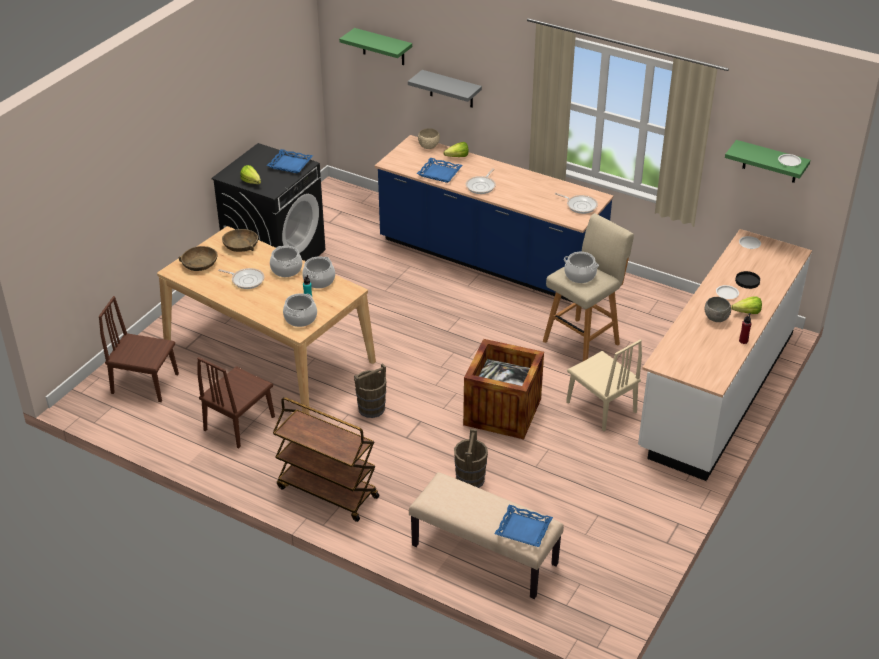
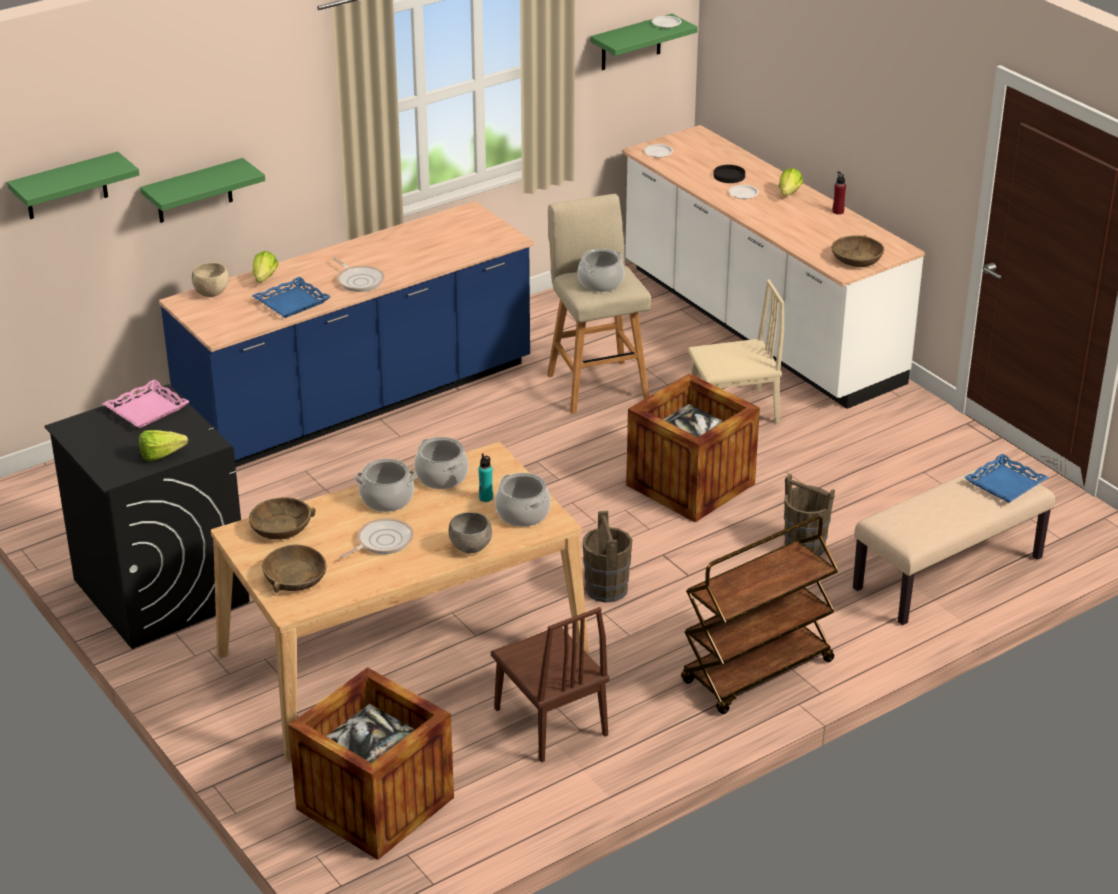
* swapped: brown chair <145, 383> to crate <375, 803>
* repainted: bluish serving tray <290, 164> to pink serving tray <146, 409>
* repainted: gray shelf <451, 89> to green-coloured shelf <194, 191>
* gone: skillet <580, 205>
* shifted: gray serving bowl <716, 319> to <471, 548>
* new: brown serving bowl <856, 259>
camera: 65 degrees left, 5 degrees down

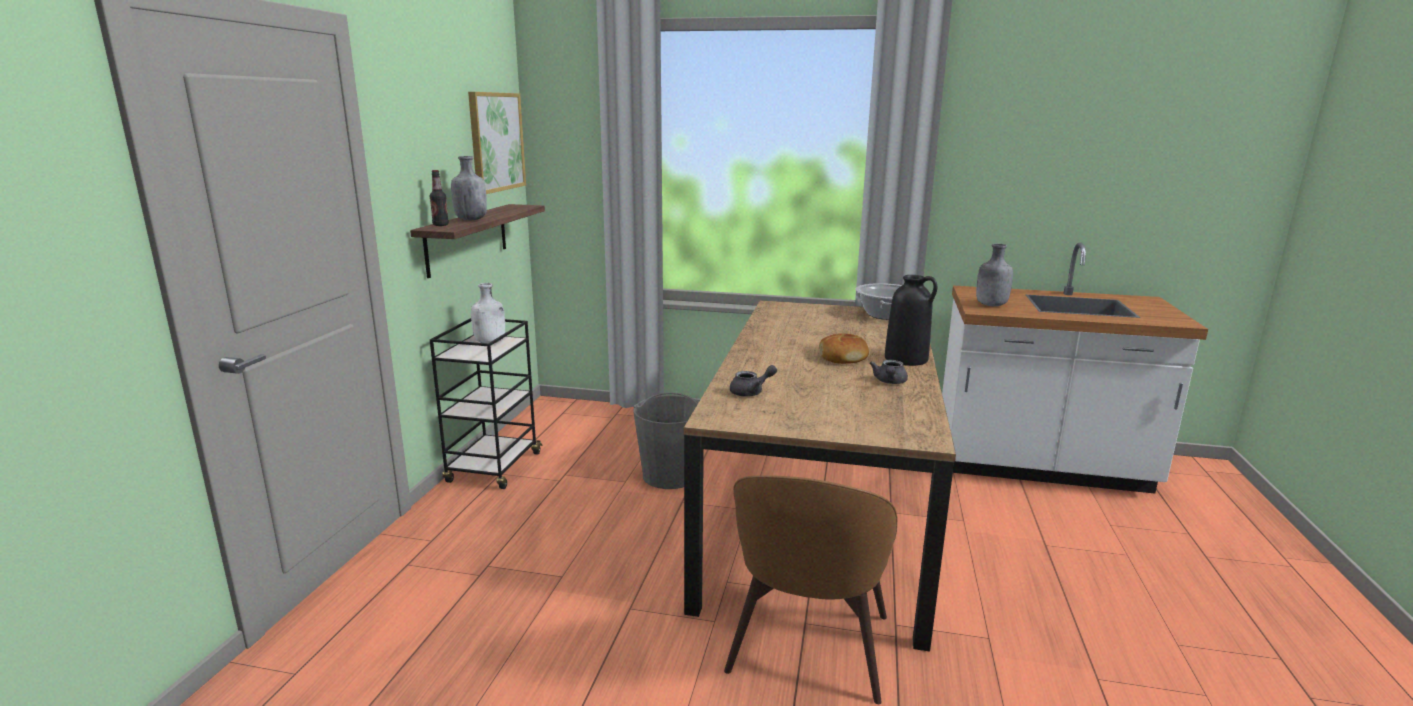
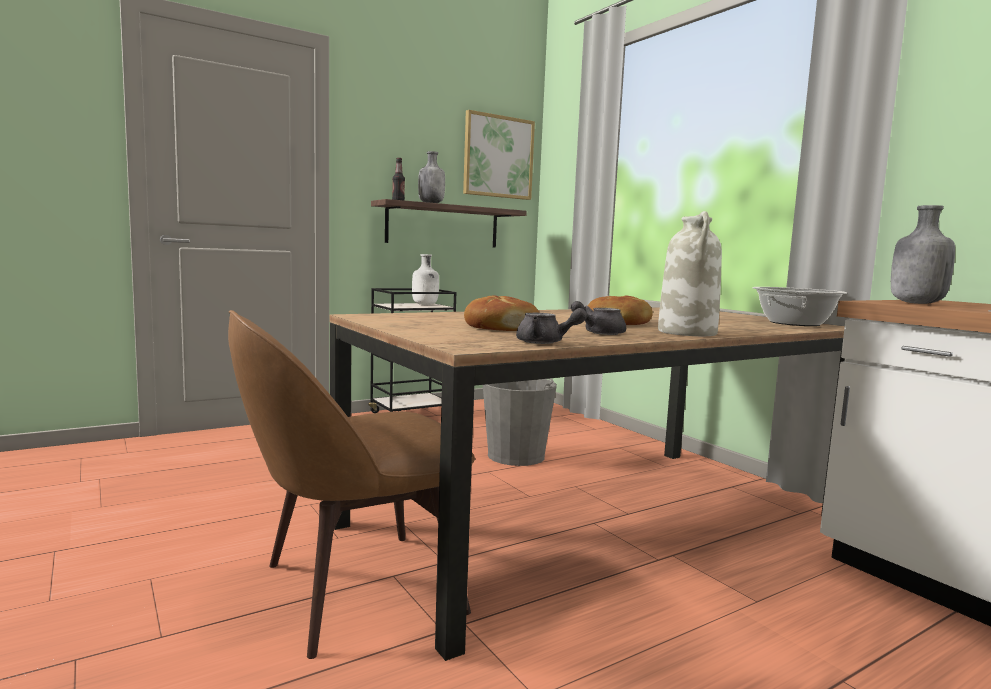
* shifted: gray pot for tea <751, 392> to <546, 343>
* repainted: black flower vase <907, 359> to white-coloured flower vase <688, 333>
* new: baked bread <500, 327>
camera: 45 degrees right, 10 degrees down

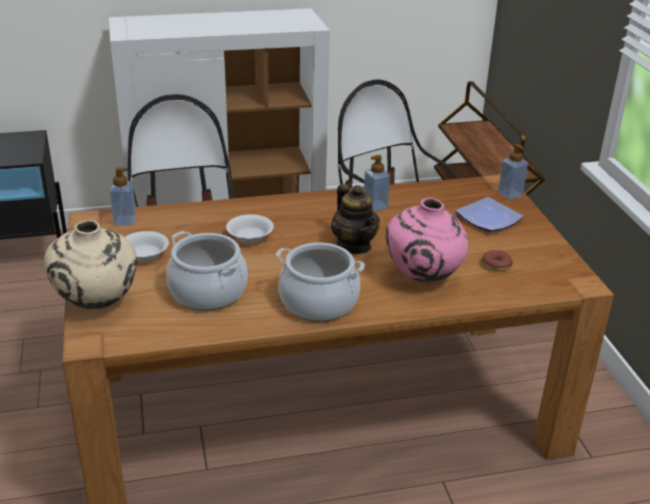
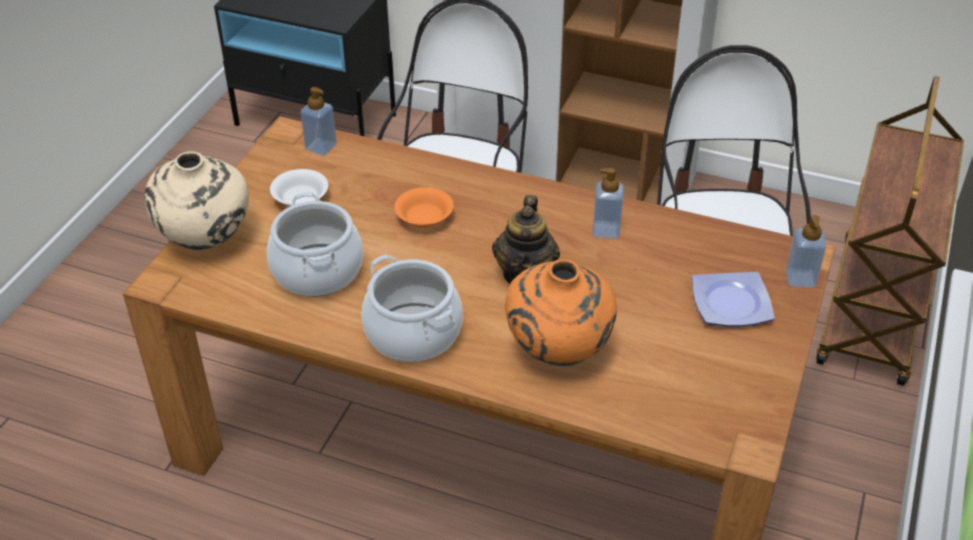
* repainted: white-coloured serving bowl <250, 237> to orange serving bowl <424, 218>
* repainted: pink flower vase <423, 278> to orange flower vase <559, 352>
* gone: donut <496, 265>
camera: 35 degrees right, 10 degrees up

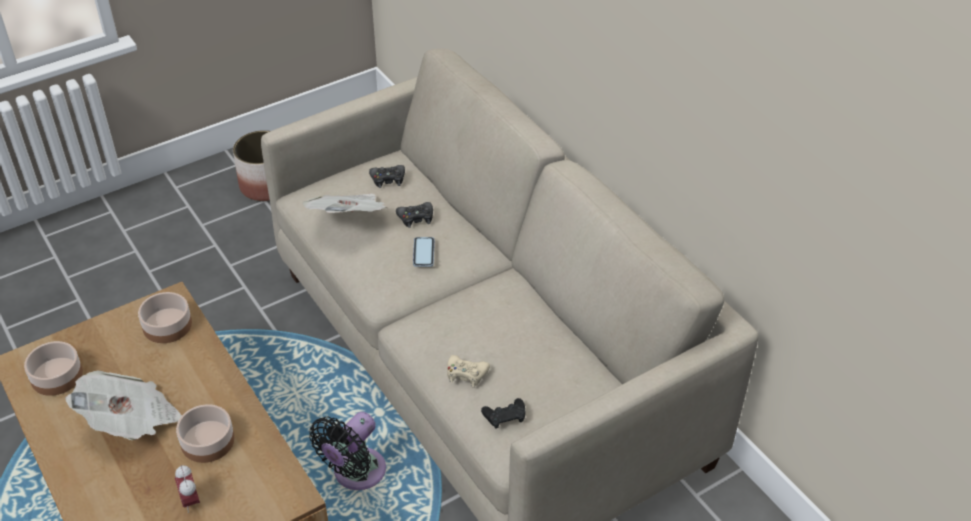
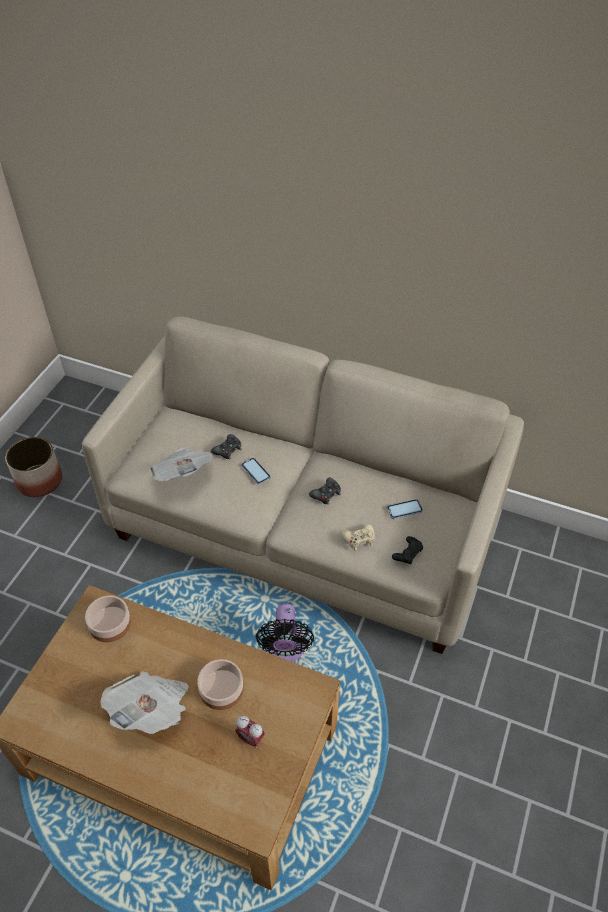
* gone: serving bowl <57, 376>
* shifted: black gamepad <388, 179> to <326, 494>
* new: phone <404, 510>
camera: 35 degrees left, 5 degrees up

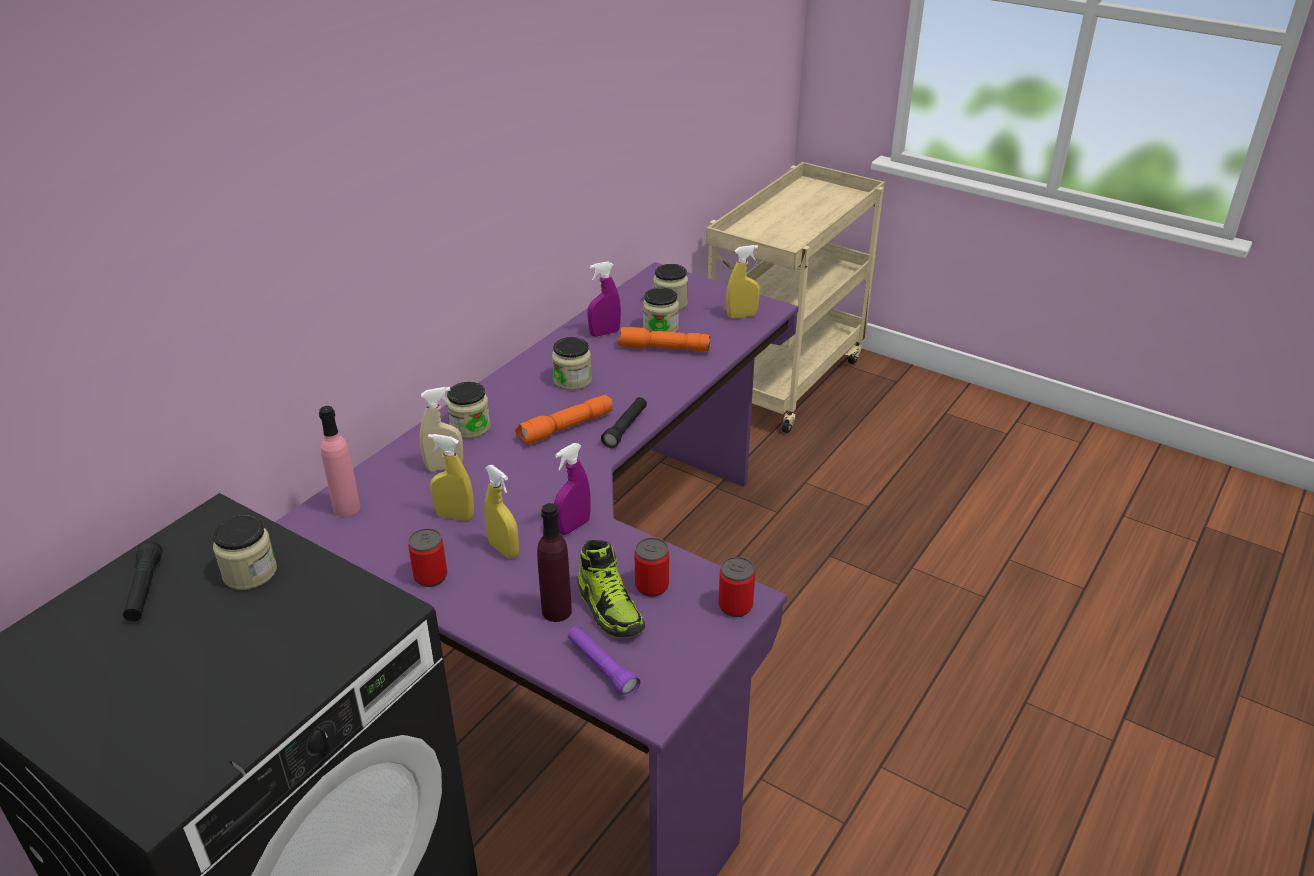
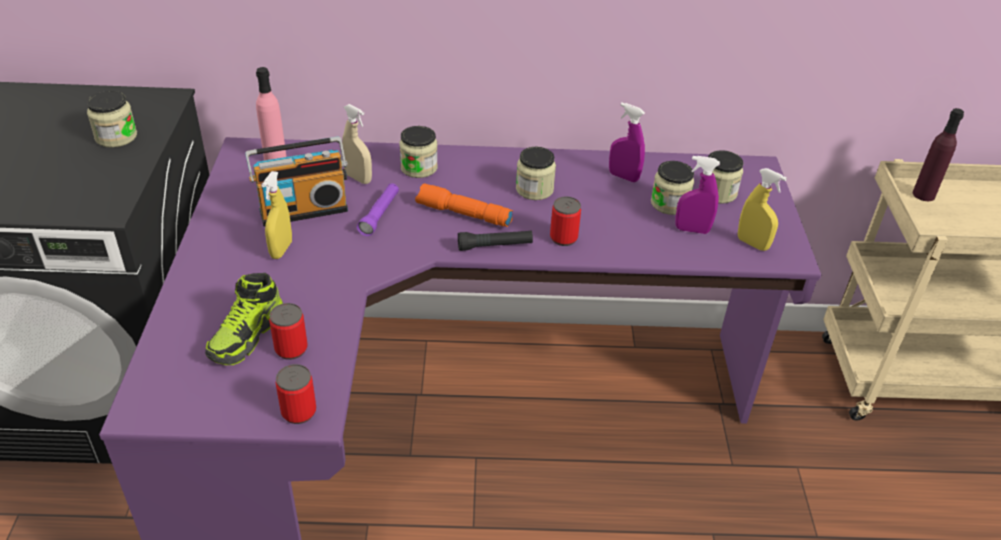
* gone: black torch <144, 590>
* shifted: metal can <430, 576> to <563, 238>
* swapped: yellowish sprayer <455, 516> to radio <303, 209>
* shifted: purplish bottle <556, 611> to <923, 194>
* shifted: purplish sprayer <573, 526> to <692, 230>
* shifted: purplish torch <602, 667> to <379, 215>
* gone: orange torch <663, 348>
camera: 55 degrees right, 5 degrees up

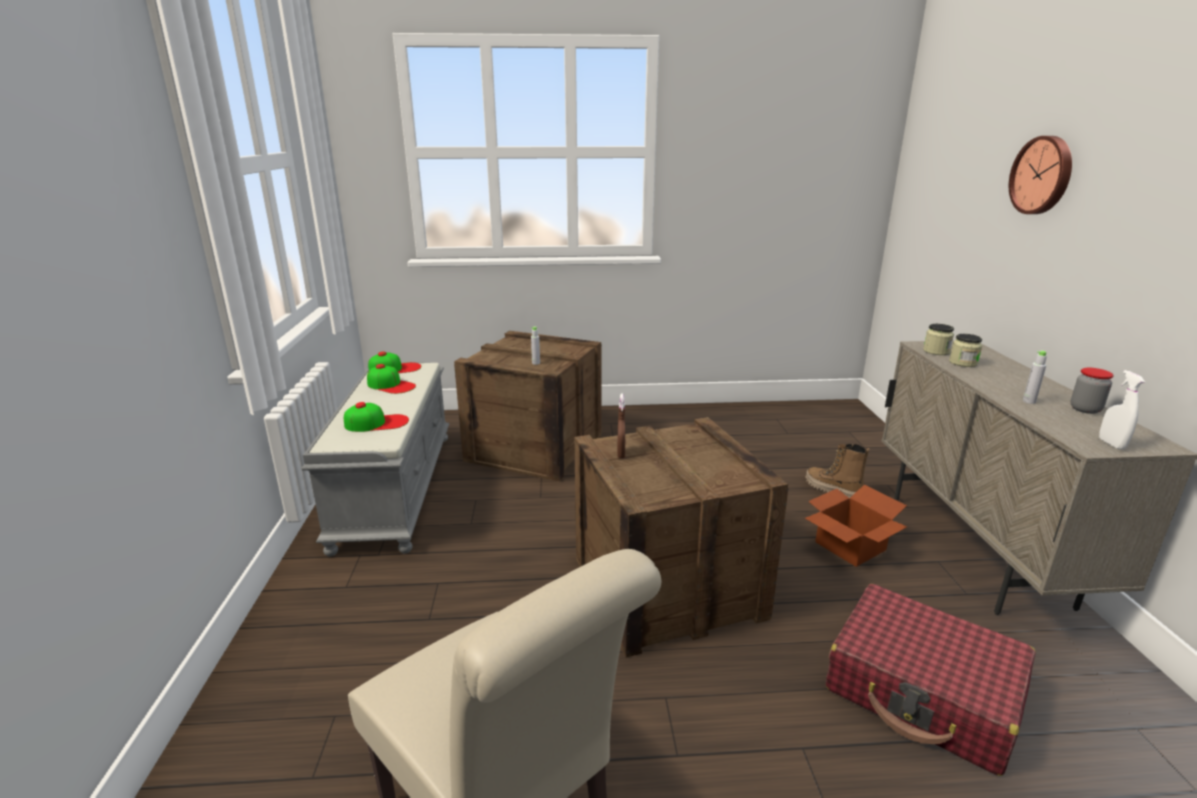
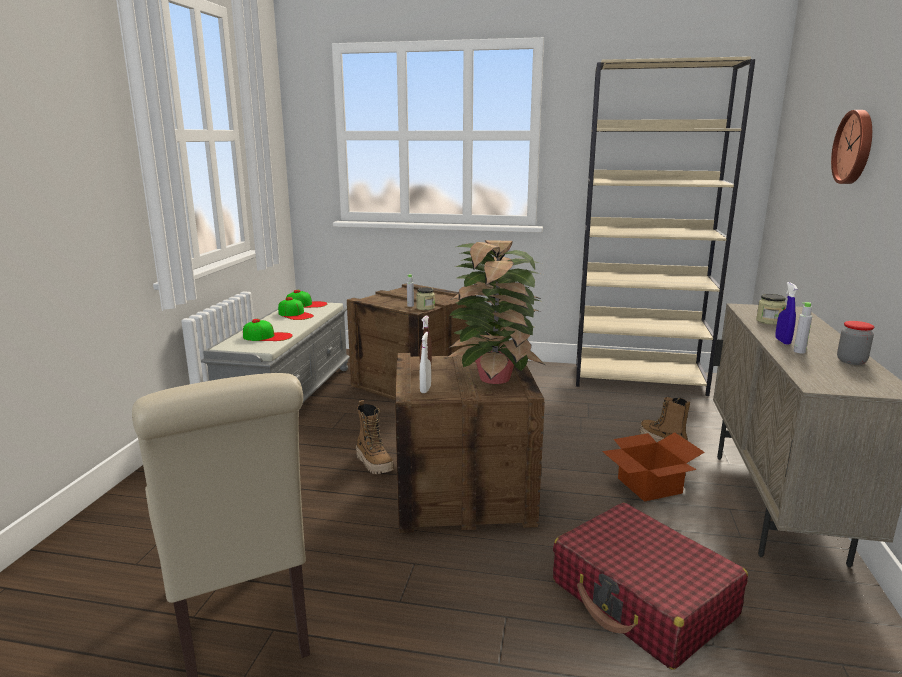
* shifted: jar <936, 351> to <425, 308>
* shifted: white-coloured sprayer <1111, 444> to <425, 389>
* new: boot <374, 463>
* new: houseplant <495, 377>
* new: beige bookshelf <639, 379>
* new: bluish sprayer <782, 341>
camera: 15 degrees right, 5 degrees down

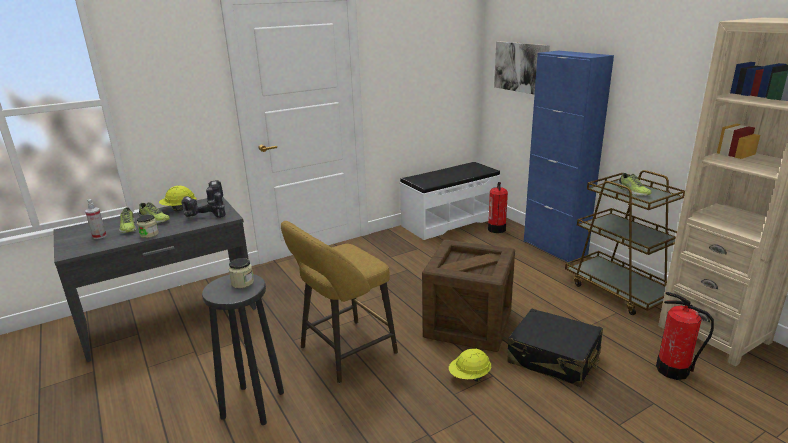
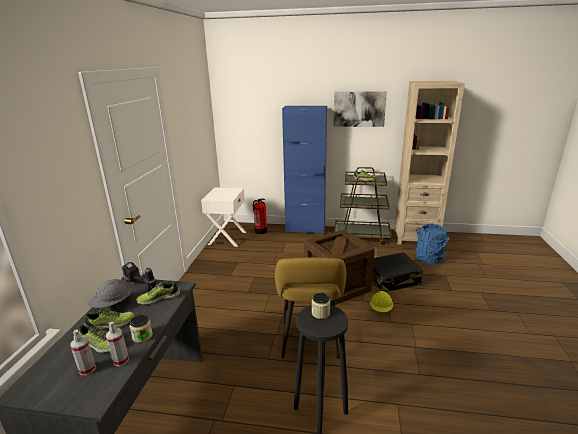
* repainted: yellowish work helmet <179, 209> to gray work helmet <112, 305>
* swapped: drill <204, 217> to item of footwear <159, 298>
* swapped: white-coloured bench <449, 221> to white-coloured night table <226, 238>
* shifted: wall picture <521, 67> to <359, 109>
* swapped: fire extinguisher <673, 370> to bluish water bucket <429, 259>
* new: sprayer <121, 360>
camera: 50 degrees left, 0 degrees up

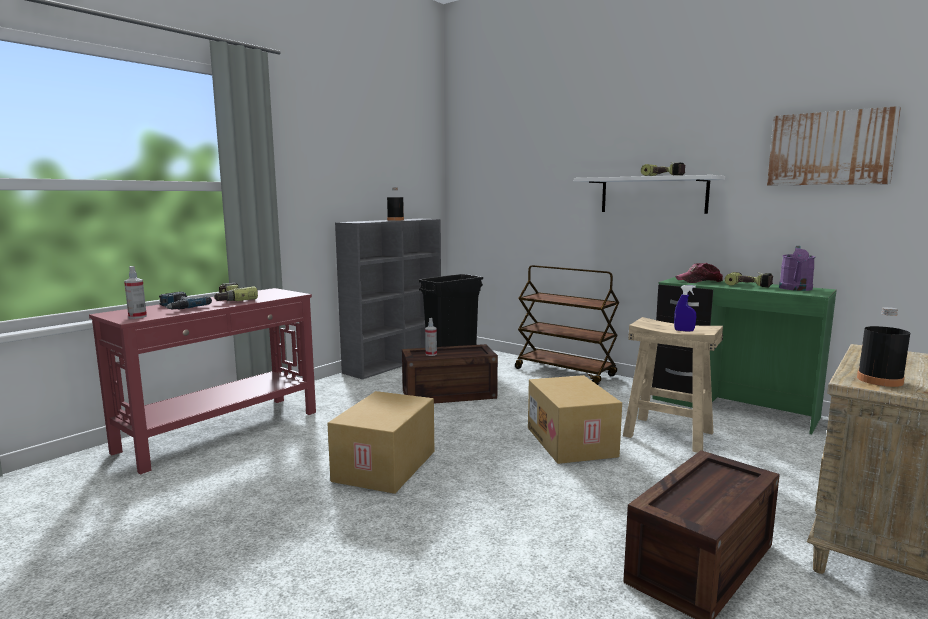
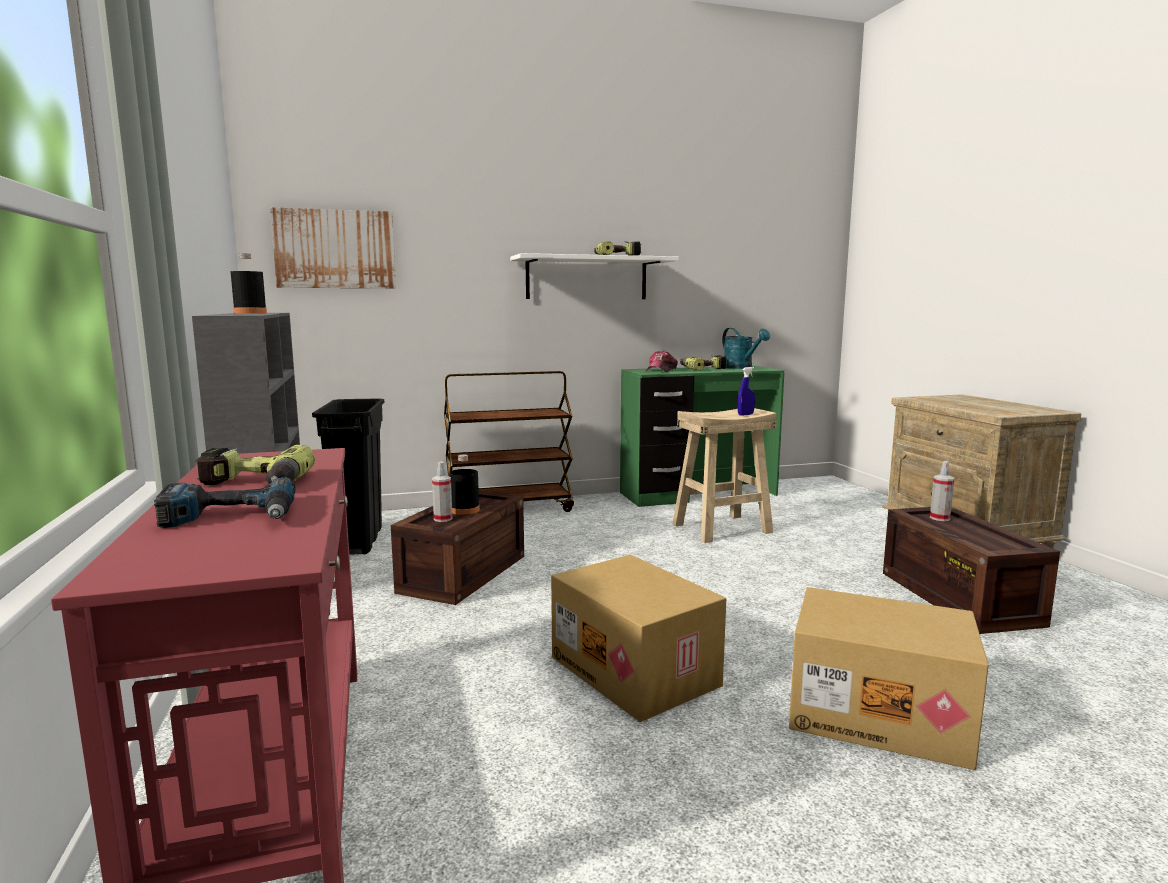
* shifted: sprayer <137, 317> to <939, 518>
* shifted: packing box <572, 442> to <880, 714>
* shifted: wall picture <830, 148> to <335, 249>
* repainted: purplish watering can <796, 289> to turquoise watering can <741, 368>
* shifted: black bottle <879, 380> to <464, 510>
camera: 55 degrees left, 0 degrees up

